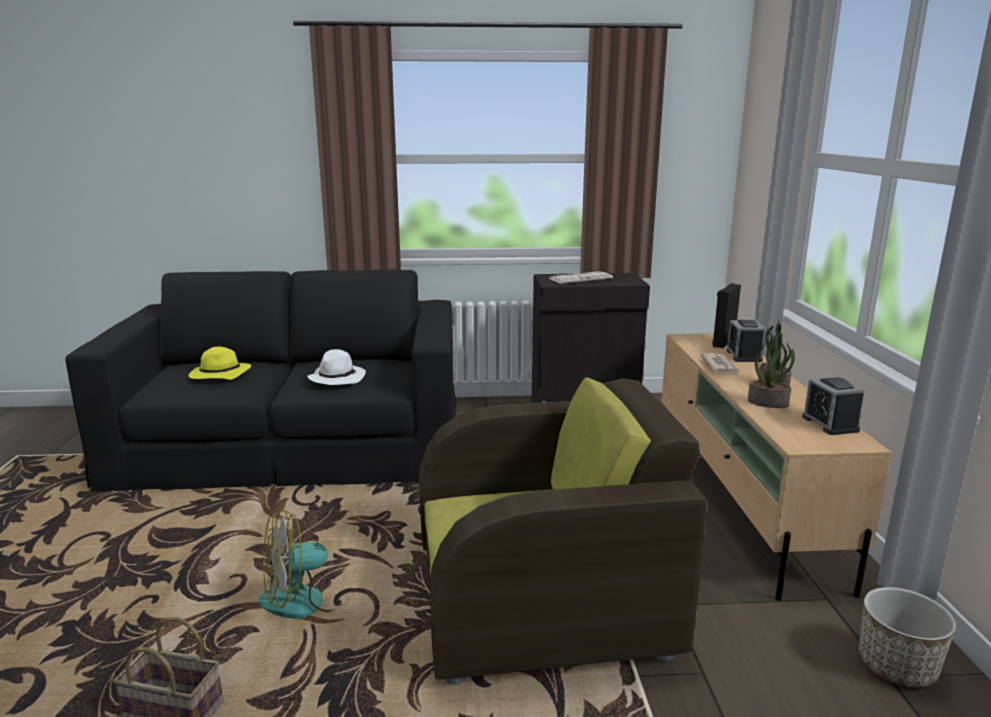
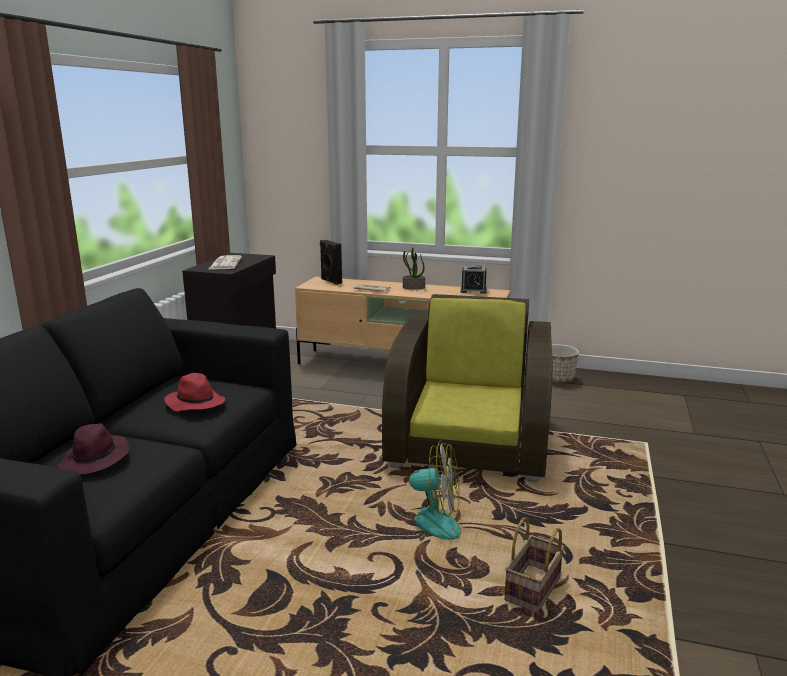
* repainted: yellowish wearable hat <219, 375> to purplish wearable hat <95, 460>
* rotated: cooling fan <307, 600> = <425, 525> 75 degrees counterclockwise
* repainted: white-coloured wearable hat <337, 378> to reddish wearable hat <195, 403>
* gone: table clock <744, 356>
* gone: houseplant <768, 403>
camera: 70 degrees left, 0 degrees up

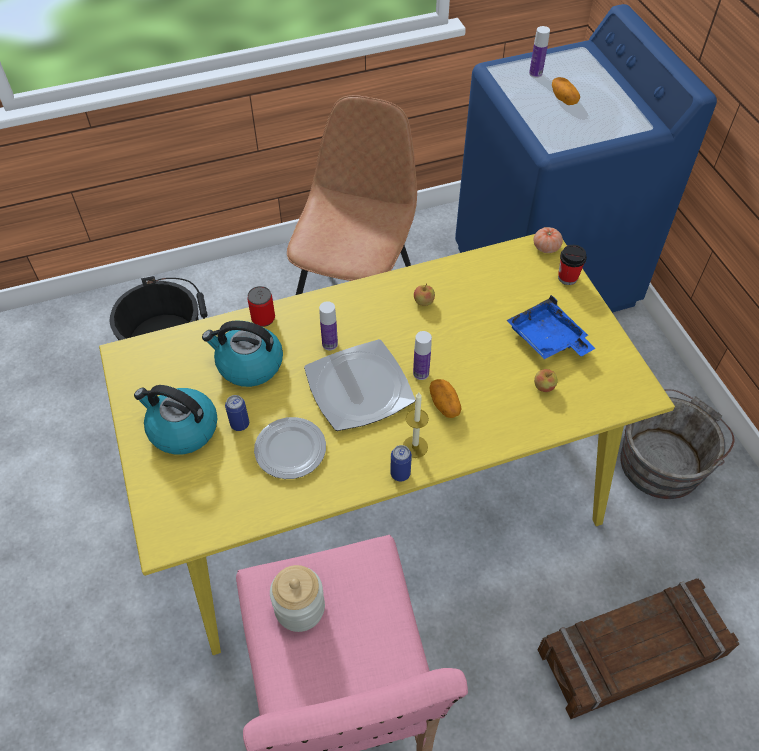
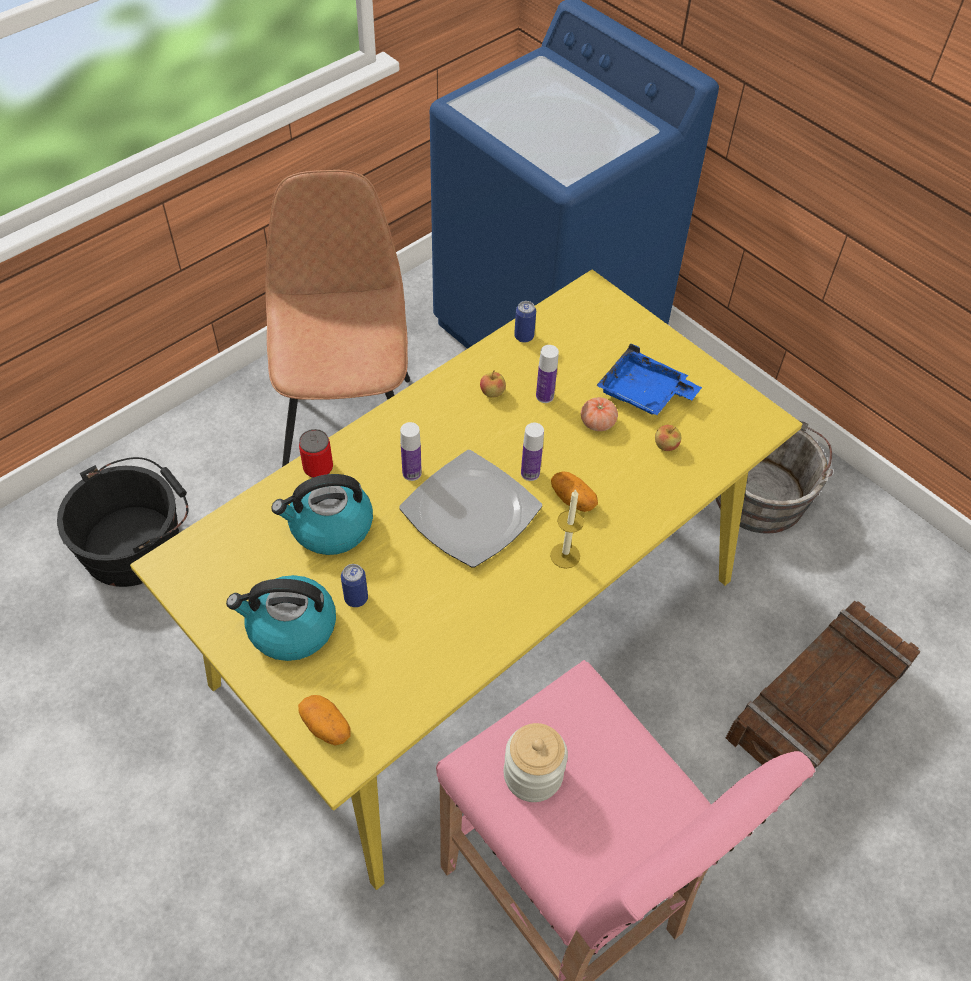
* gone: dinner plate <289, 450>
* shifted: metal can <400, 473> to <524, 336>
* shifted: bottle <535, 74> to <544, 396>
* shifted: fresh tomato <546, 247> to <597, 422>
* shifted: spud <564, 99> to <326, 727>
* gone: cup <567, 277>
camera: 25 degrees left, 0 degrees up

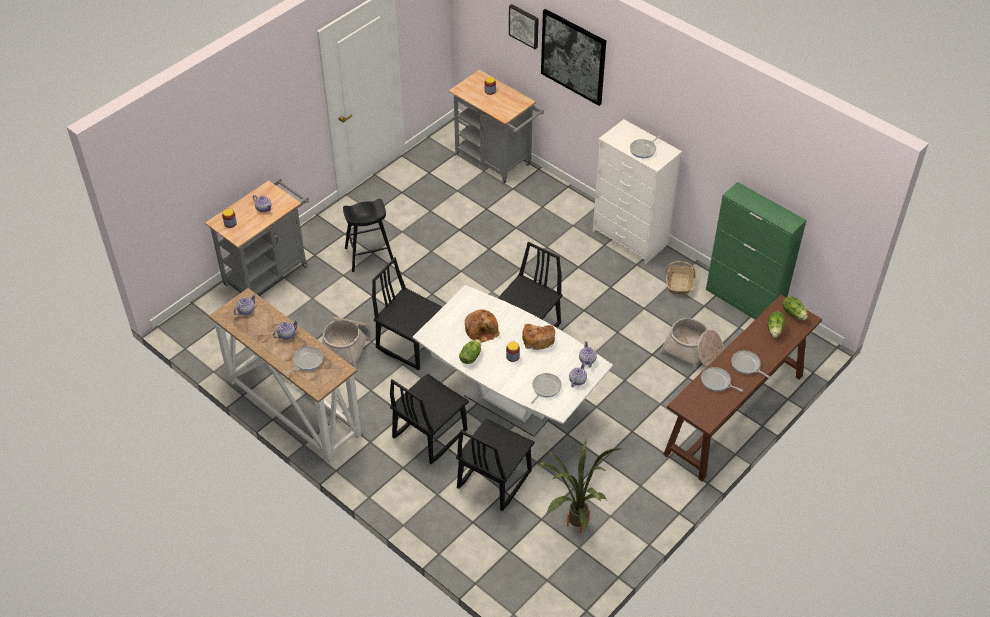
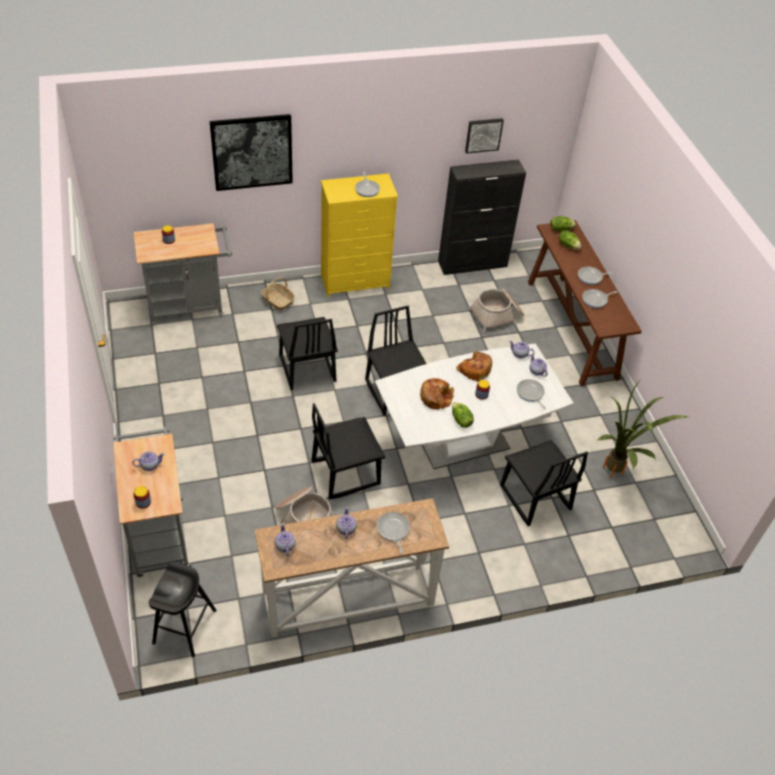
* shifted: black stool <369, 255> to <184, 626>
* shifted: black chair <429, 434> to <306, 369>
* shifted: wall picture <524, 25> to <483, 134>
* repainted: white-coloured chest of drawers <630, 238> to yellowish chest of drawers <356, 282>
* shifted: storage basket <679, 283> to <277, 300>
* repainted: green-coloured cabinet <744, 302> to black cabinet <473, 264>
camera: 60 degrees left, 0 degrees up

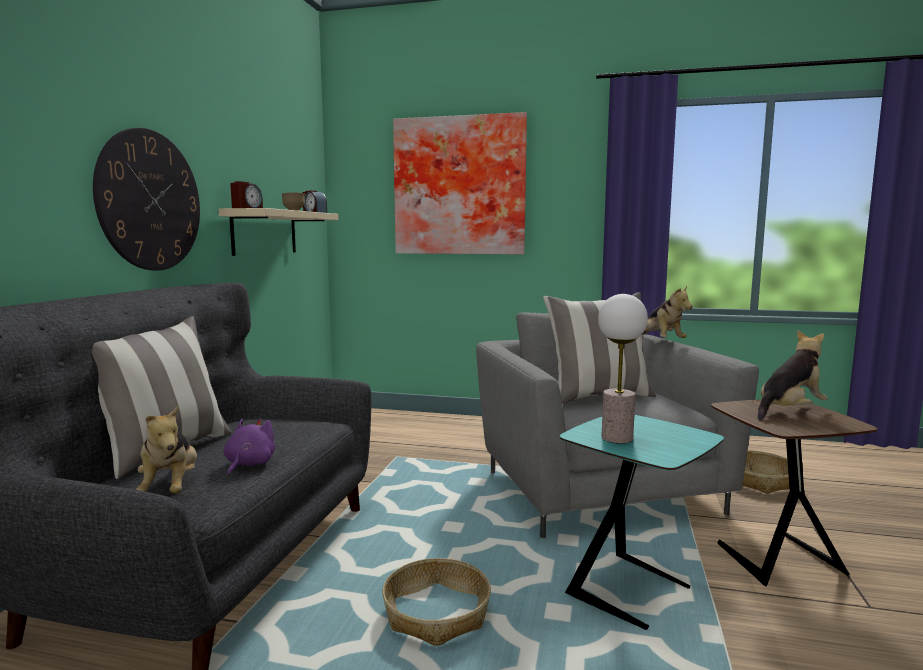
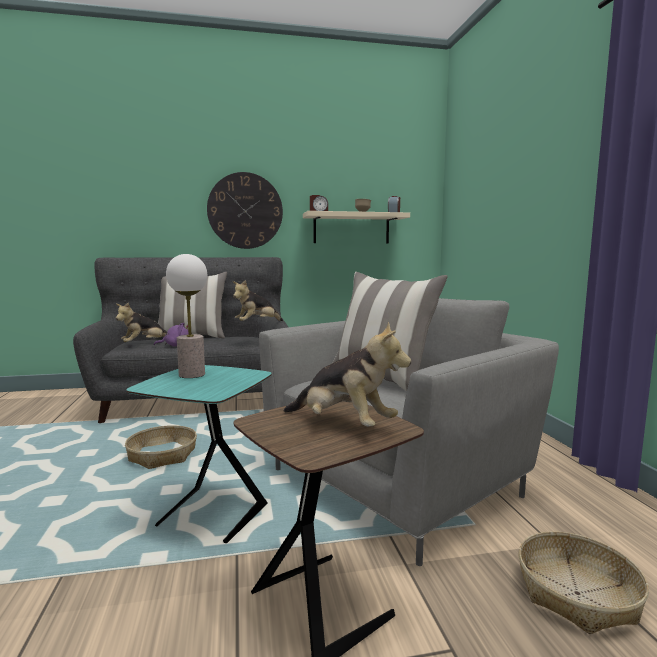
* gone: wall picture <460, 186>
* shifted: plush toy <661, 341> to <257, 324>
camera: 65 degrees right, 0 degrees up

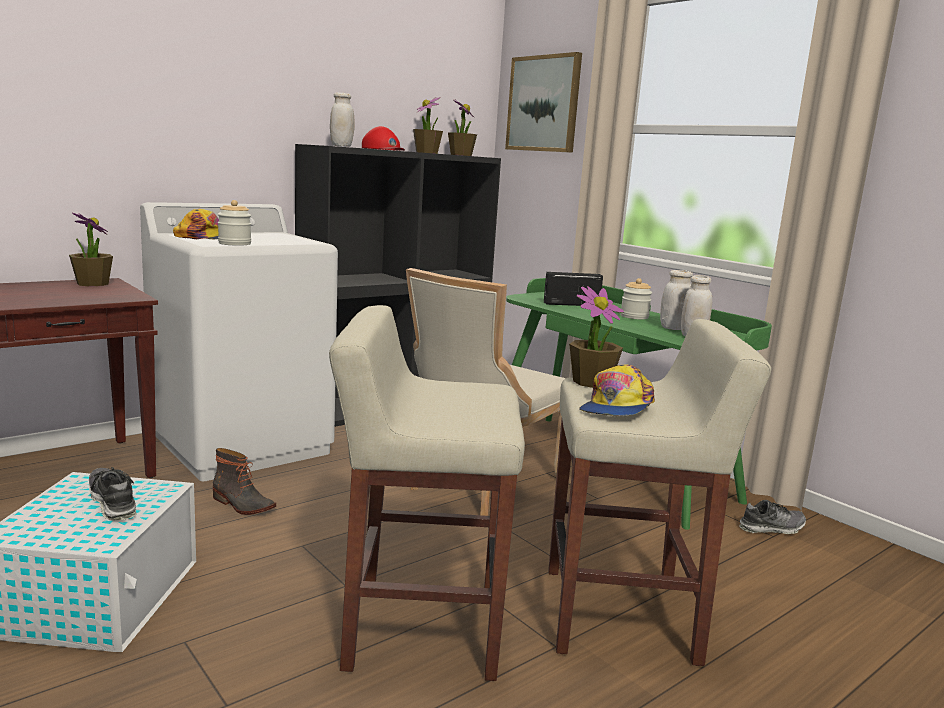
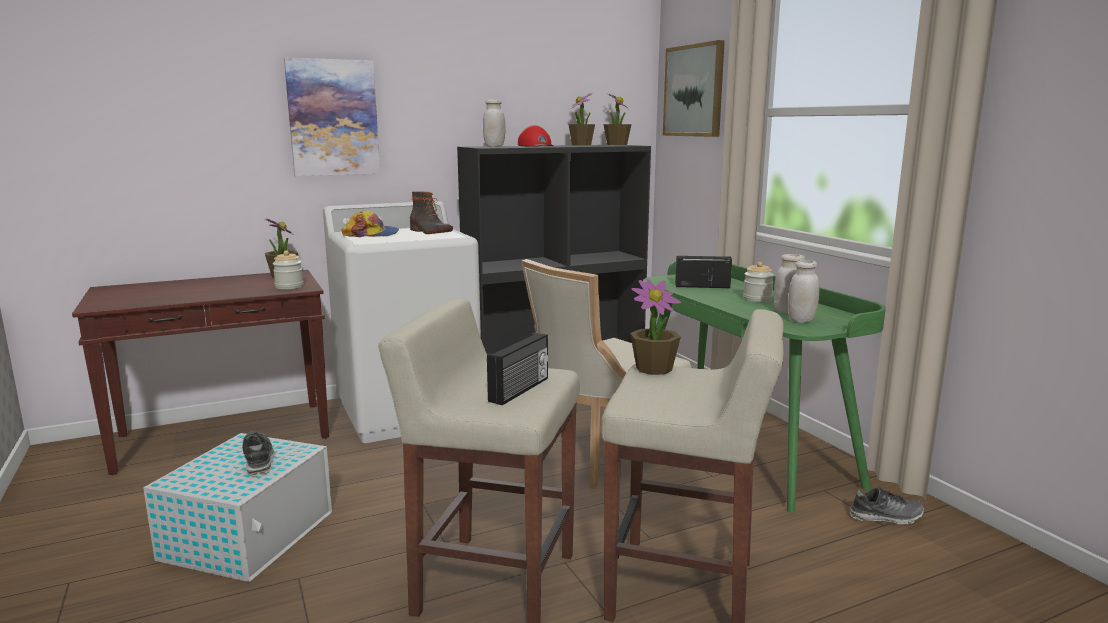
* shifted: boot <242, 505> to <429, 232>
* shifted: jar <234, 243> to <289, 286>
* gone: cap <617, 407>
* new: wall picture <333, 118>
* new: radio <520, 390>
camera: 15 degrees right, 0 degrees up

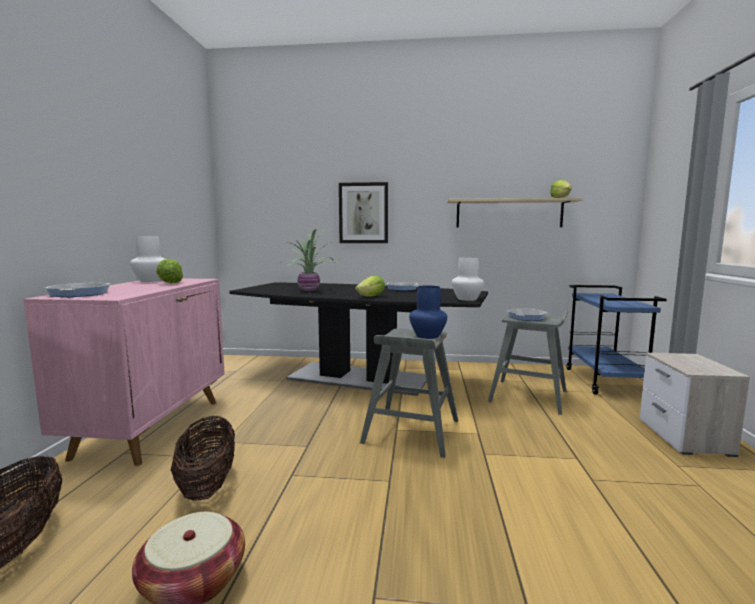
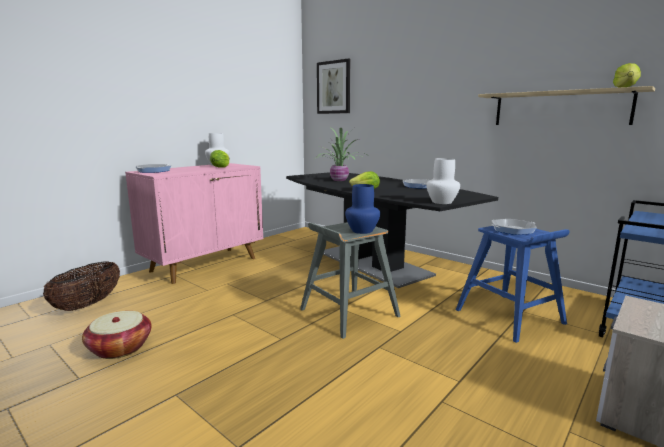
* gone: storage basket <207, 485>
* shifted: wall picture <363, 213> to <334, 87>
* repainted: gray stool <529, 396> to bluish stool <510, 317>
camera: 35 degrees right, 5 degrees up

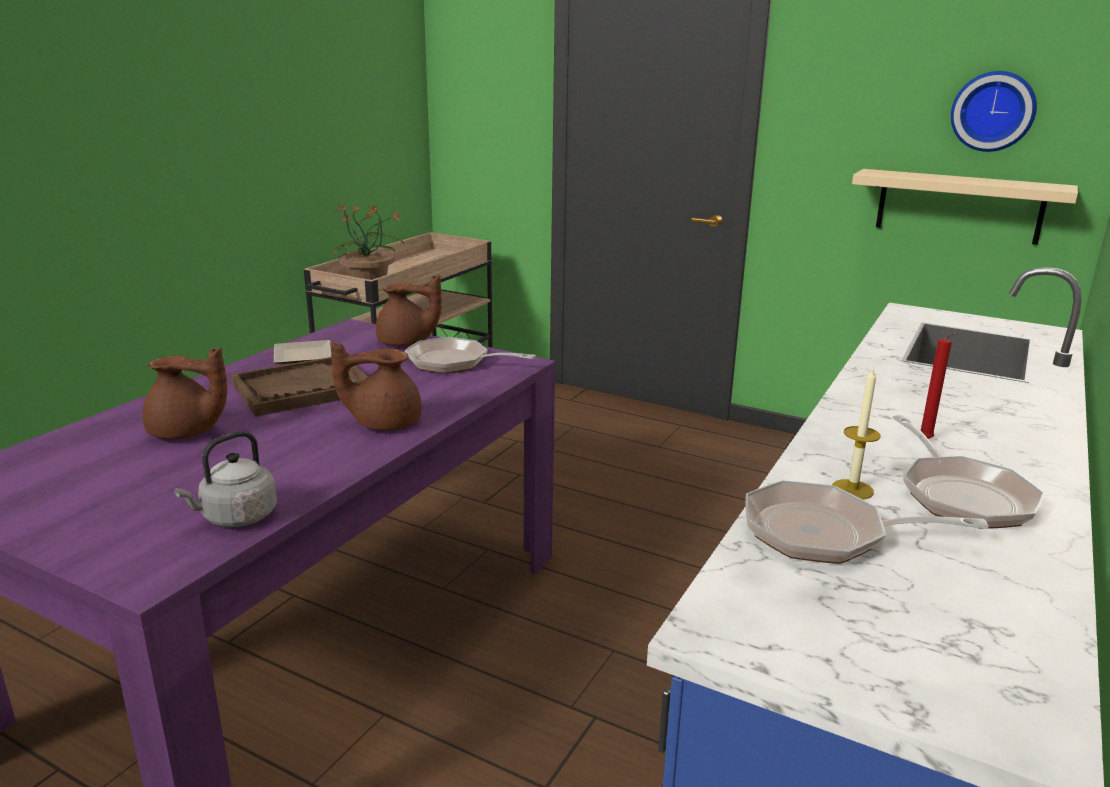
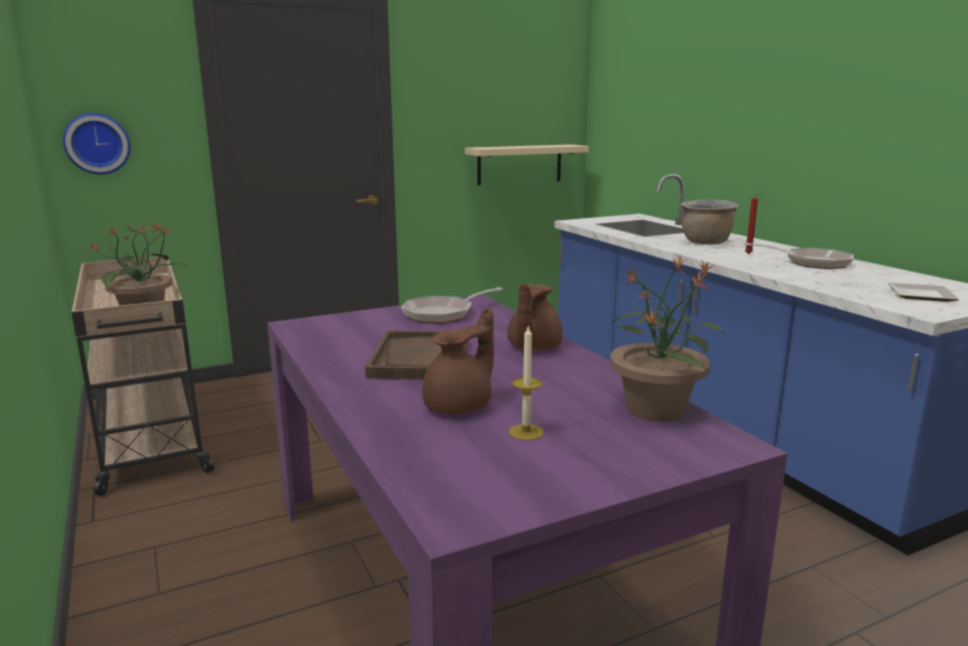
* swapped: gray tea kettle <236, 517> to houseplant <655, 408>
* shifted: dinner plate <305, 355> to <918, 295>
* gone: brown pot for tea <406, 343>
* gone: skillet <825, 534>
* shifted: candle <852, 489> to <526, 432>
* shifted: wall clock <993, 111> to <97, 143>
* new: brown cooking pot <705, 243>
camera: 55 degrees left, 5 degrees down

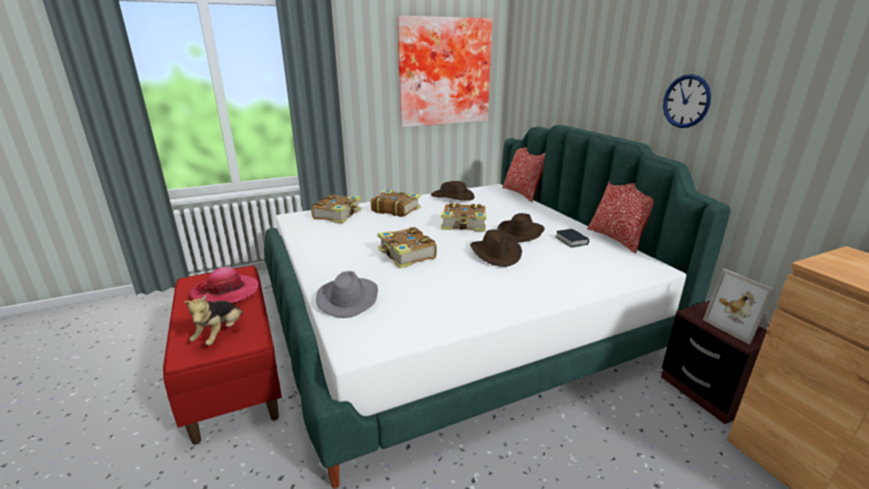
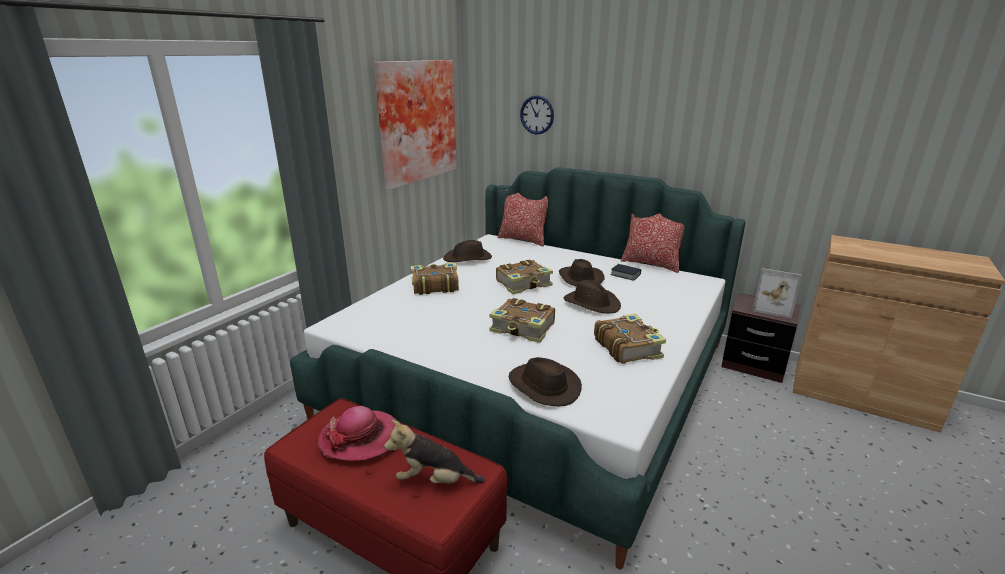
* rotated: plush toy <220, 334> = <434, 480> 120 degrees clockwise
* shifted: bound book <338, 215> to <627, 347>
* repainted: gray wearable hat <348, 298> to brown wearable hat <543, 386>
* shifted: wall clock <686, 101> to <537, 115>
camera: 35 degrees left, 0 degrees up

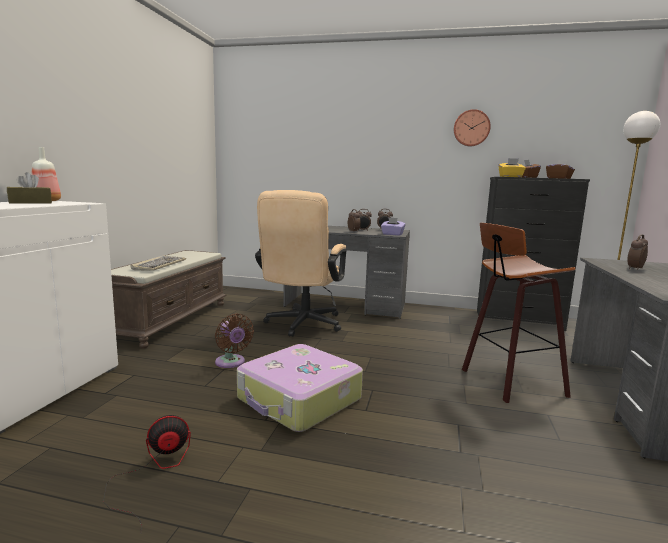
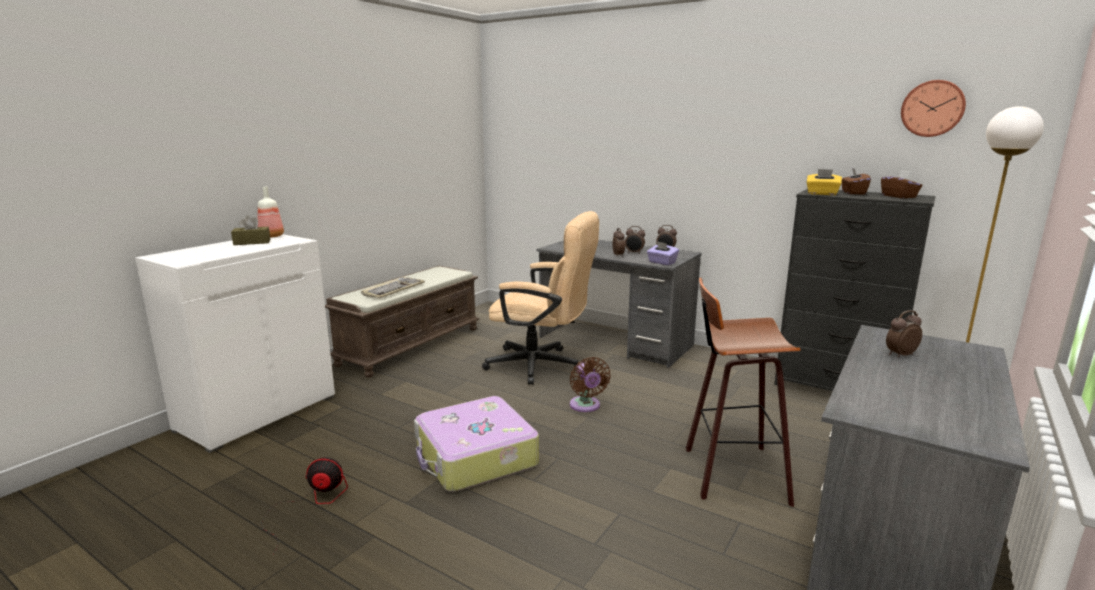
* shifted: brown cooling fan <231, 363> to <586, 406>
* rotated: beige office chair <301, 325> = <542, 366> 105 degrees counterclockwise
* shifted: wall clock <471, 128> to <932, 108>
camera: 20 degrees right, 5 degrees up

